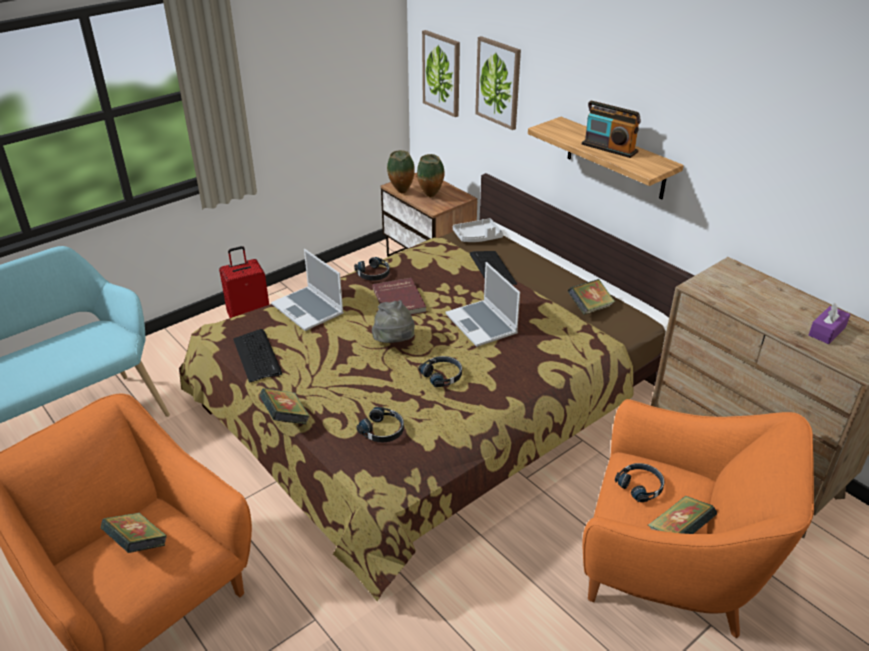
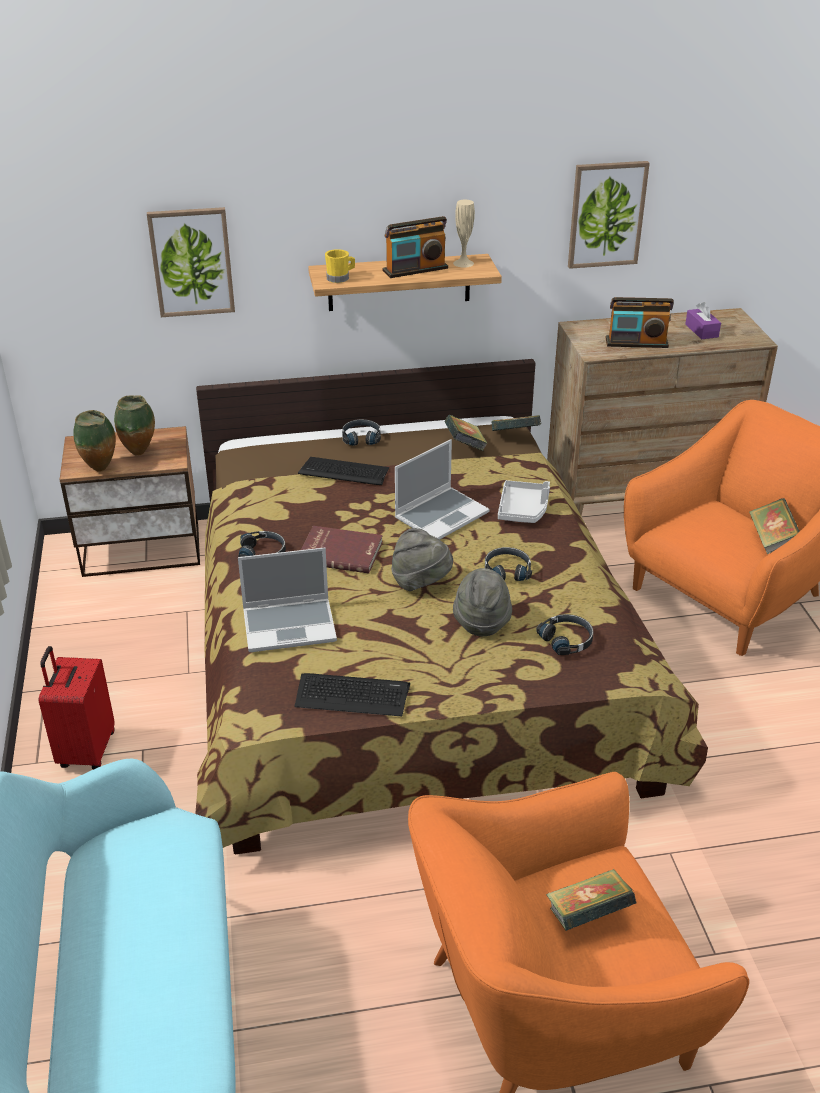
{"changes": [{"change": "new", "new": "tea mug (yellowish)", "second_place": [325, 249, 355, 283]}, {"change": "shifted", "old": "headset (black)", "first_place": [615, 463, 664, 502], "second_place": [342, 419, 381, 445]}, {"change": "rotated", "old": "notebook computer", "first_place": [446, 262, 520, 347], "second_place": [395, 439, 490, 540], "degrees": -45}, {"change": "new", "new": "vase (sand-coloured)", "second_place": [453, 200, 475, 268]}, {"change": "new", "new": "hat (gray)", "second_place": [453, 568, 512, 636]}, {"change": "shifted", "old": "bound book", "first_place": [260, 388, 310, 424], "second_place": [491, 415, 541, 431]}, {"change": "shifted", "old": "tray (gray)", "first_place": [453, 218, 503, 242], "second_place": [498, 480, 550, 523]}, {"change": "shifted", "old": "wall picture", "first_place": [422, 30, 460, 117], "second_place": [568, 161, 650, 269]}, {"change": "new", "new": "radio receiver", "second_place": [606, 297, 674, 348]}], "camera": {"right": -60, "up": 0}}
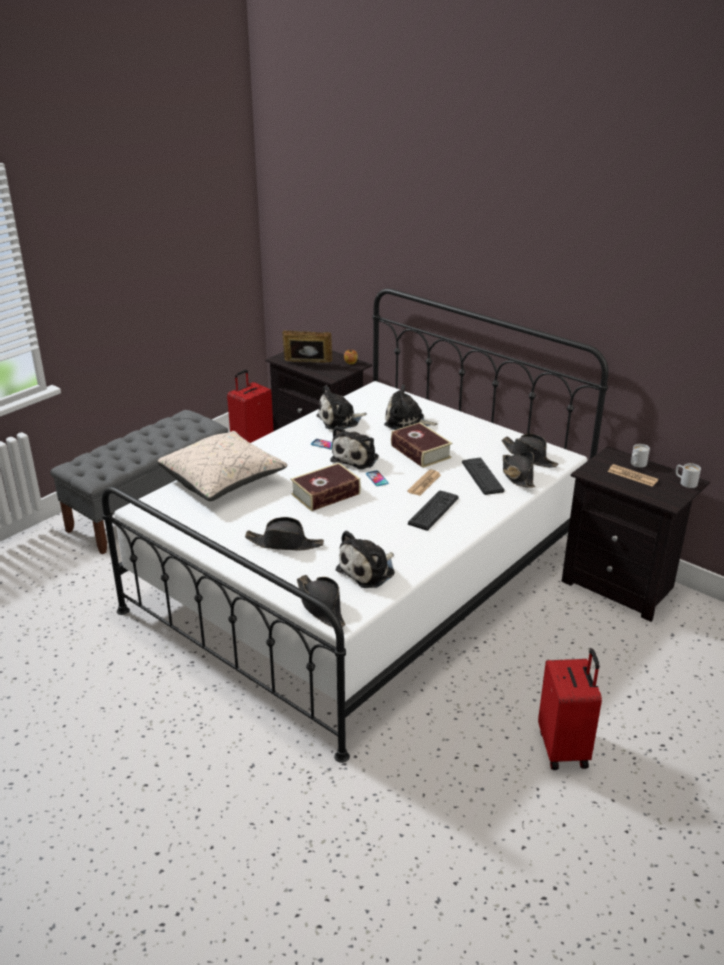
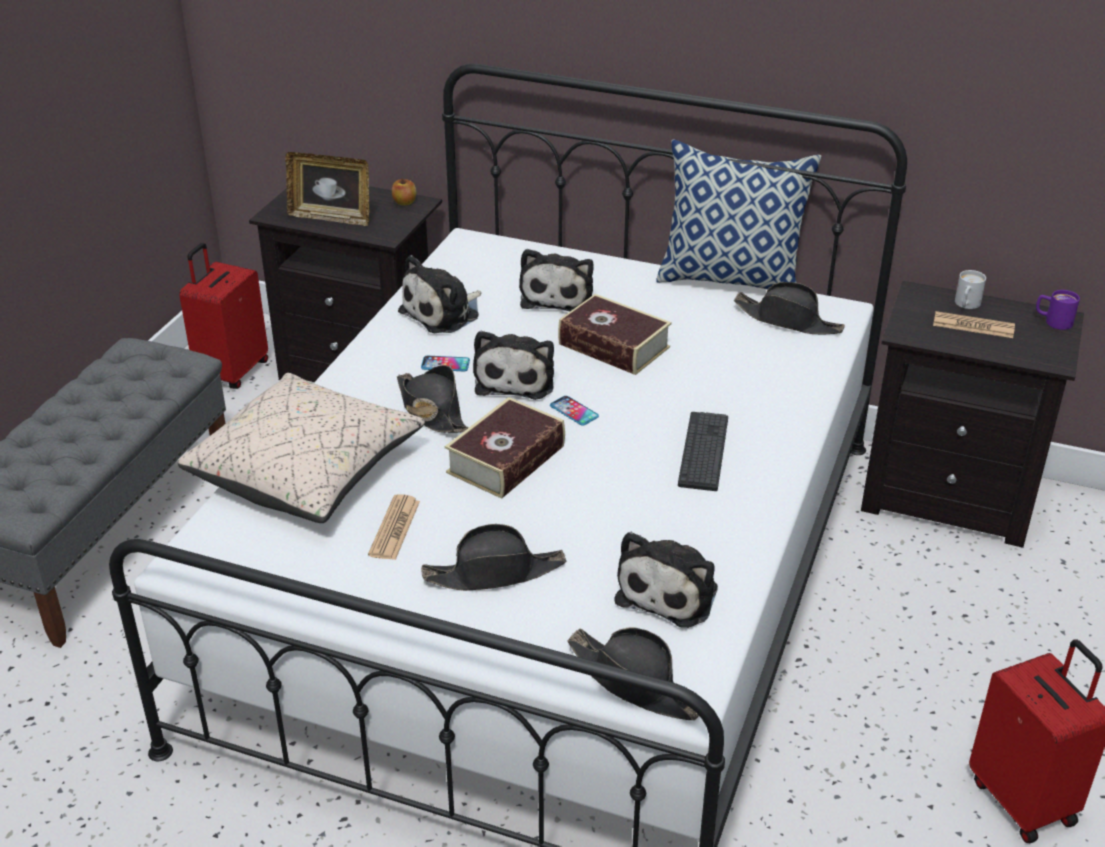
{"changes": [{"change": "rotated", "old": "picture frame", "first_place": [283, 330, 332, 363], "second_place": [285, 152, 369, 226], "degrees": -150}, {"change": "shifted", "old": "printed paper", "first_place": [407, 470, 441, 496], "second_place": [368, 494, 420, 560]}, {"change": "shifted", "old": "hat (black)", "first_place": [503, 452, 536, 488], "second_place": [397, 365, 469, 433]}, {"change": "rotated", "old": "soft toy", "first_place": [384, 385, 438, 430], "second_place": [519, 249, 593, 311], "degrees": -75}, {"change": "new", "new": "pillow", "second_place": [656, 139, 822, 289]}, {"change": "repainted", "old": "tea mug (white)", "new": "tea mug (purple)", "first_place": [676, 463, 701, 488], "second_place": [1036, 290, 1080, 330]}, {"change": "gone", "old": "keyboard", "first_place": [462, 458, 504, 495]}], "camera": {"right": -20, "up": 5}}
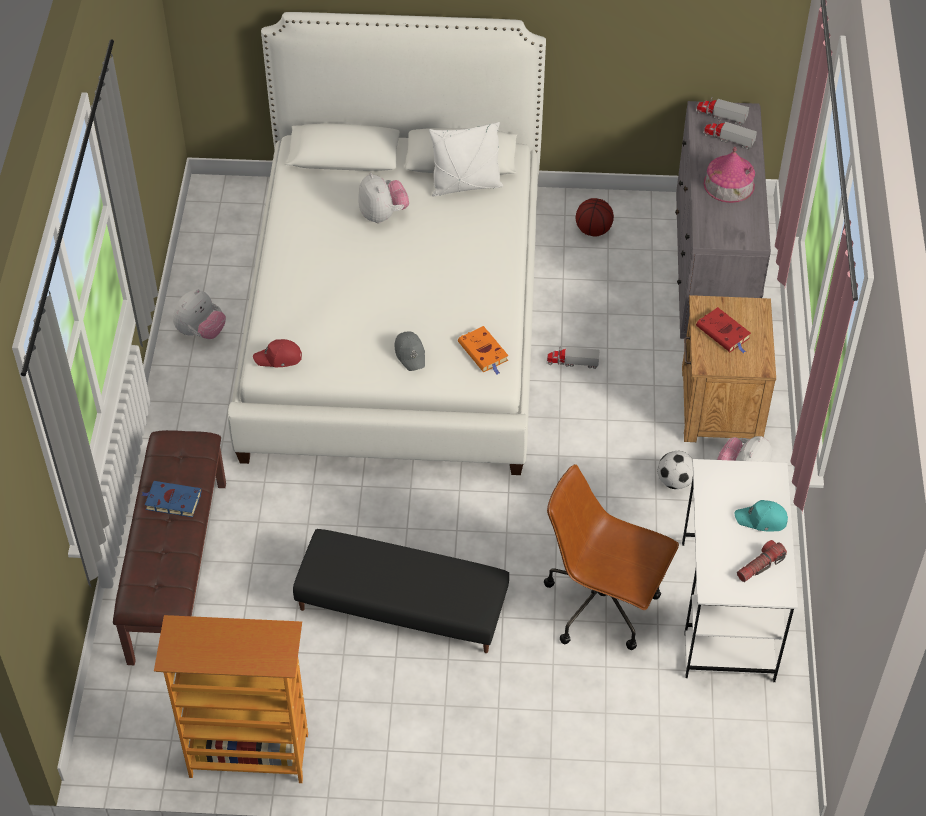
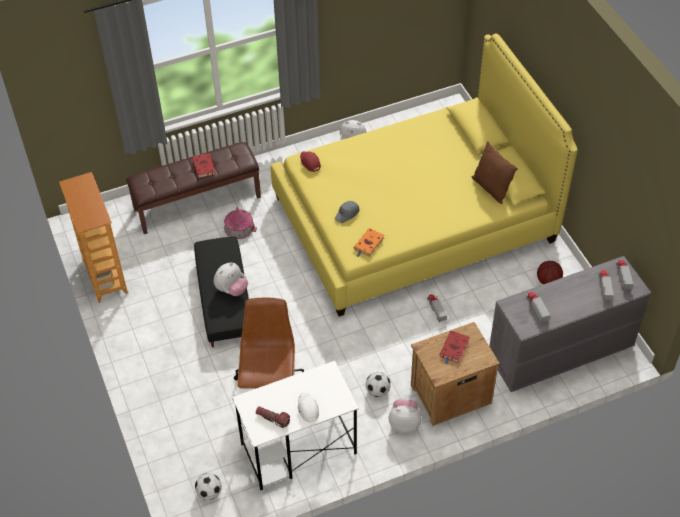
{"changes": [{"change": "repainted", "old": "bound book (blue)", "new": "bound book (reddish)", "first_place": [141, 481, 201, 517], "second_place": [193, 153, 215, 178]}, {"change": "new", "new": "football", "second_place": [195, 473, 222, 500]}, {"change": "shifted", "old": "soft toy", "first_place": [359, 173, 409, 223], "second_place": [214, 262, 248, 296]}, {"change": "shifted", "old": "miniature house", "first_place": [704, 147, 755, 203], "second_place": [224, 207, 257, 239]}, {"change": "repainted", "old": "bed (white)", "new": "bed (yellowish)", "first_place": [228, 12, 546, 475], "second_place": [271, 33, 578, 317]}, {"change": "repainted", "old": "peaked cap (blue-green)", "new": "peaked cap (white)", "first_place": [735, 500, 788, 531], "second_place": [298, 392, 319, 422]}, {"change": "repainted", "old": "pillow (white)", "new": "pillow (brown)", "first_place": [429, 122, 503, 196], "second_place": [472, 141, 518, 204]}, {"change": "new", "new": "toy truck", "second_place": [526, 292, 550, 323]}], "camera": {"right": 65, "up": 0}}
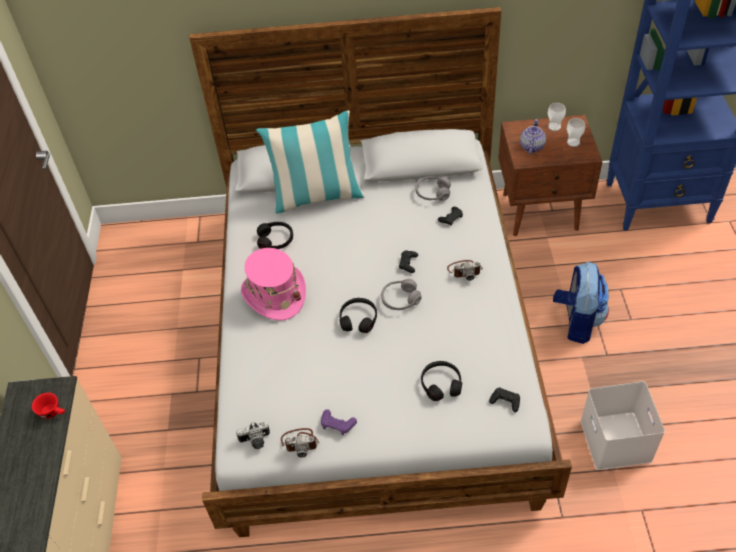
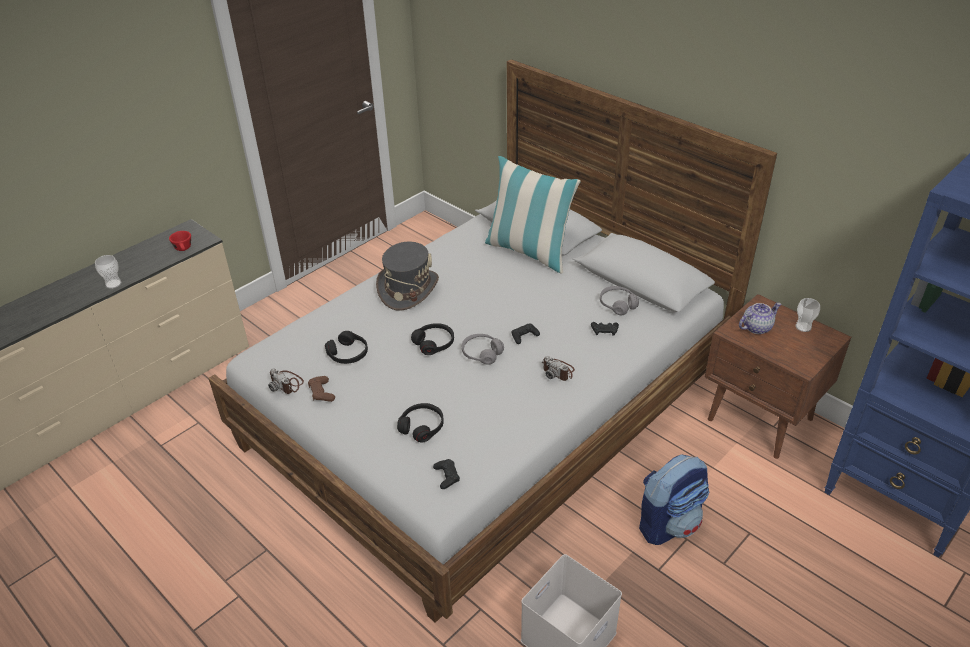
{"changes": [{"change": "shifted", "old": "small cup", "first_place": [567, 118, 585, 147], "second_place": [95, 255, 121, 289]}, {"change": "repainted", "old": "joypad (purple)", "new": "joypad (brown)", "first_place": [321, 409, 357, 435], "second_place": [308, 376, 335, 402]}, {"change": "shifted", "old": "headset (black)", "first_place": [257, 222, 293, 249], "second_place": [325, 331, 368, 364]}, {"change": "repainted", "old": "hat (pinkish)", "new": "hat (gray)", "first_place": [241, 248, 306, 320], "second_place": [376, 241, 439, 311]}, {"change": "gone", "old": "still camera", "first_place": [236, 422, 270, 449]}], "camera": {"right": 45, "up": -10}}
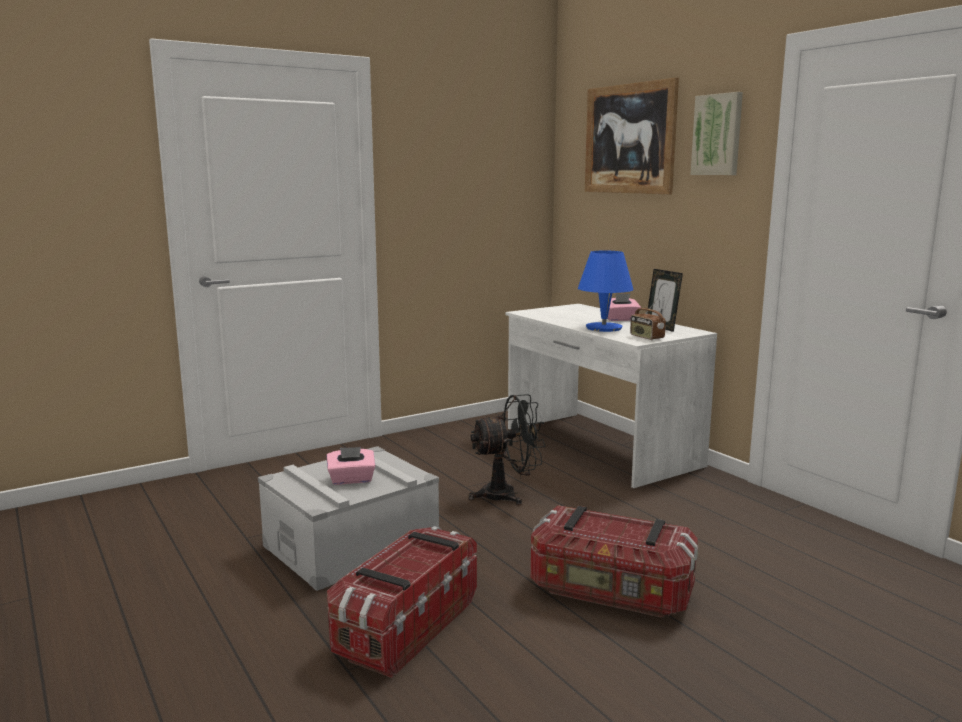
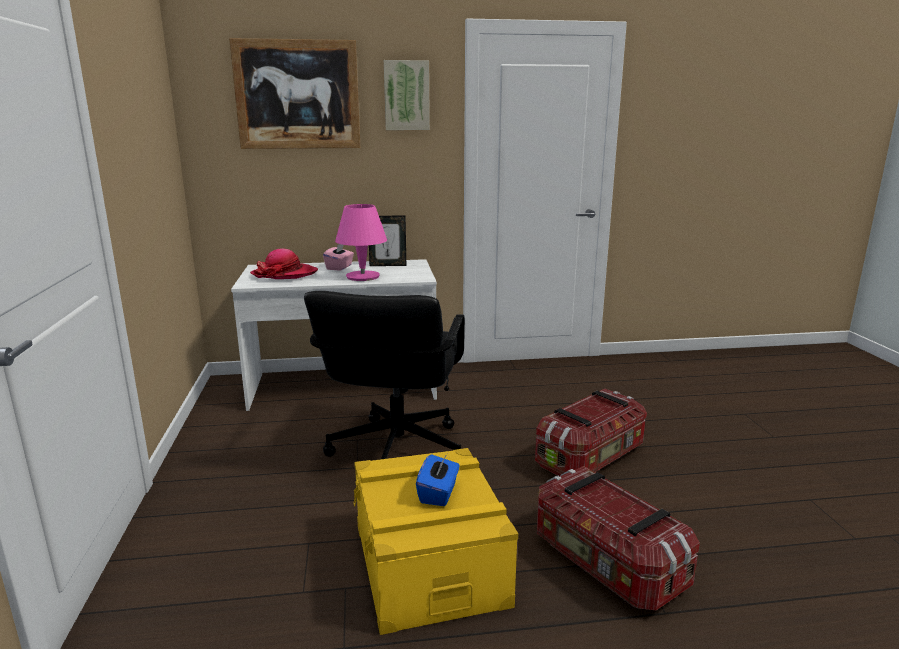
{"changes": [{"change": "new", "new": "hat", "second_place": [250, 248, 318, 279]}, {"change": "swapped", "old": "electric fan (black)", "new": "office chair (black)", "first_place": [469, 394, 545, 505], "second_place": [304, 291, 465, 459]}, {"change": "repainted", "old": "table lamp (blue)", "new": "table lamp (pinkish)", "first_place": [578, 251, 634, 332], "second_place": [335, 204, 387, 281]}, {"change": "repainted", "old": "storage container (gray)", "new": "storage container (yellowish)", "first_place": [258, 446, 439, 591], "second_place": [354, 448, 518, 635]}, {"change": "repainted", "old": "tissue holder (pinkish)", "new": "tissue holder (blue)", "first_place": [327, 447, 375, 485], "second_place": [416, 454, 460, 506]}, {"change": "gone", "old": "radio receiver", "first_place": [630, 298, 666, 340]}], "camera": {"right": -65, "up": 5}}
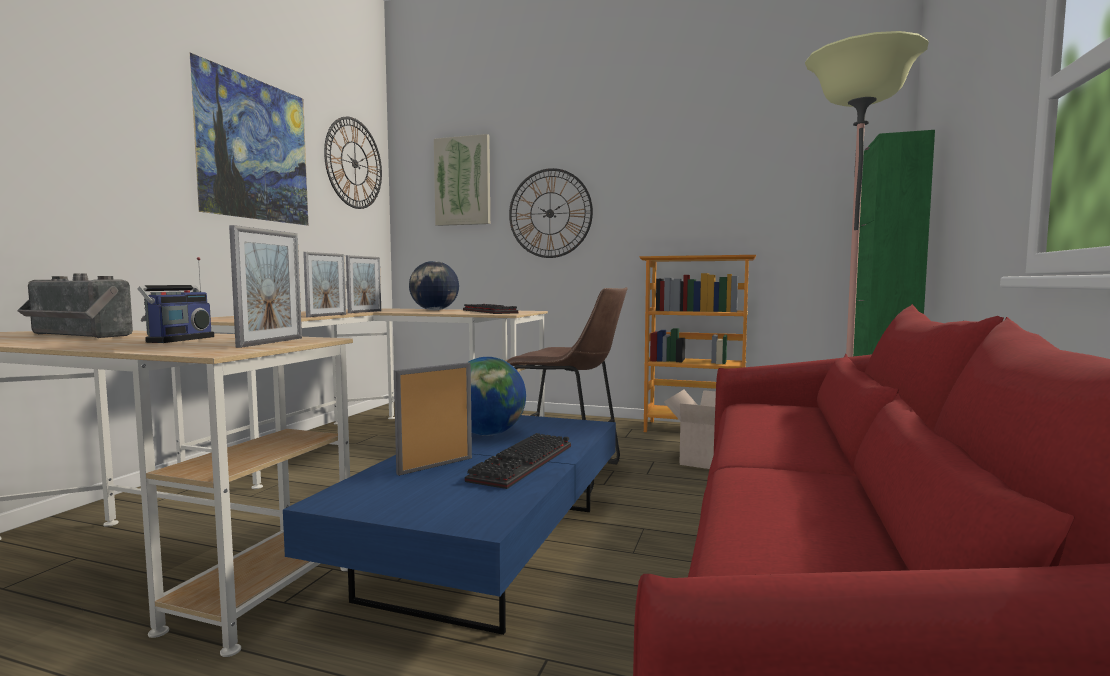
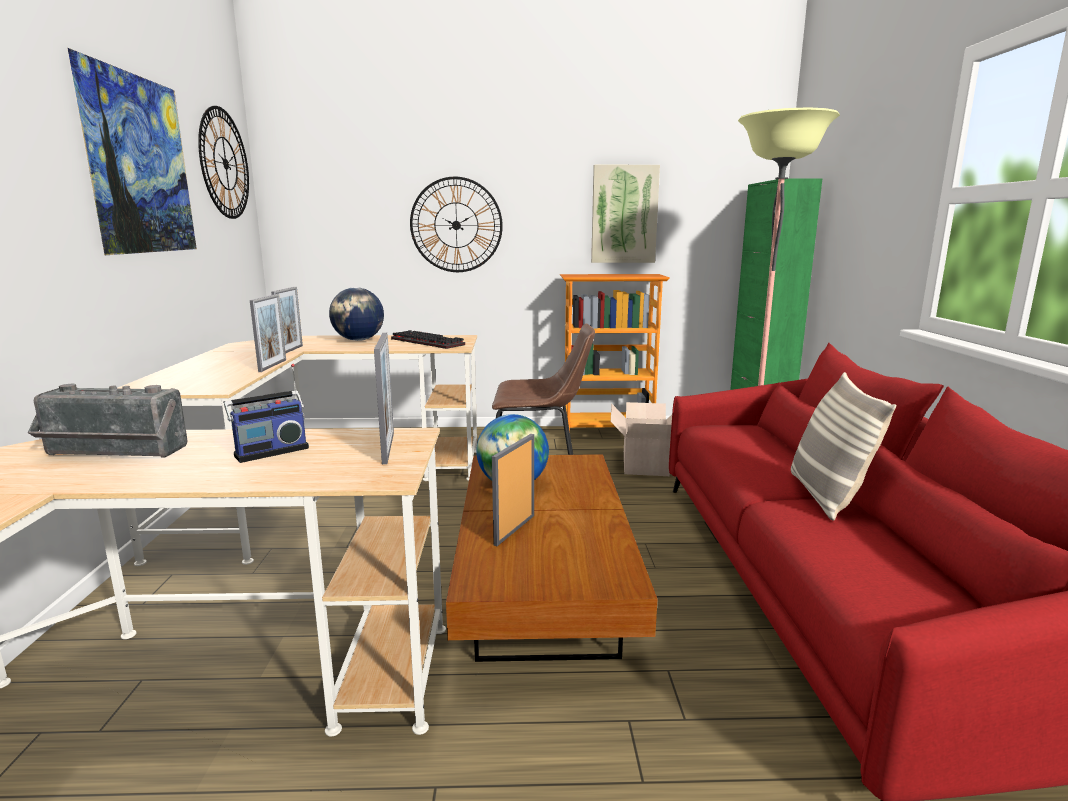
{"changes": [{"change": "rotated", "old": "radio receiver", "first_place": [138, 257, 214, 343], "second_place": [224, 364, 309, 463], "degrees": 60}, {"change": "repainted", "old": "lounge table (blue)", "new": "lounge table (brown)", "first_place": [283, 415, 616, 635], "second_place": [446, 454, 658, 662]}, {"change": "shifted", "old": "wall picture", "first_place": [434, 134, 490, 226], "second_place": [591, 165, 660, 263]}, {"change": "new", "new": "pillow", "second_place": [791, 372, 896, 521]}, {"change": "gone", "old": "keyboard", "first_place": [465, 433, 571, 489]}], "camera": {"right": -20, "up": 10}}
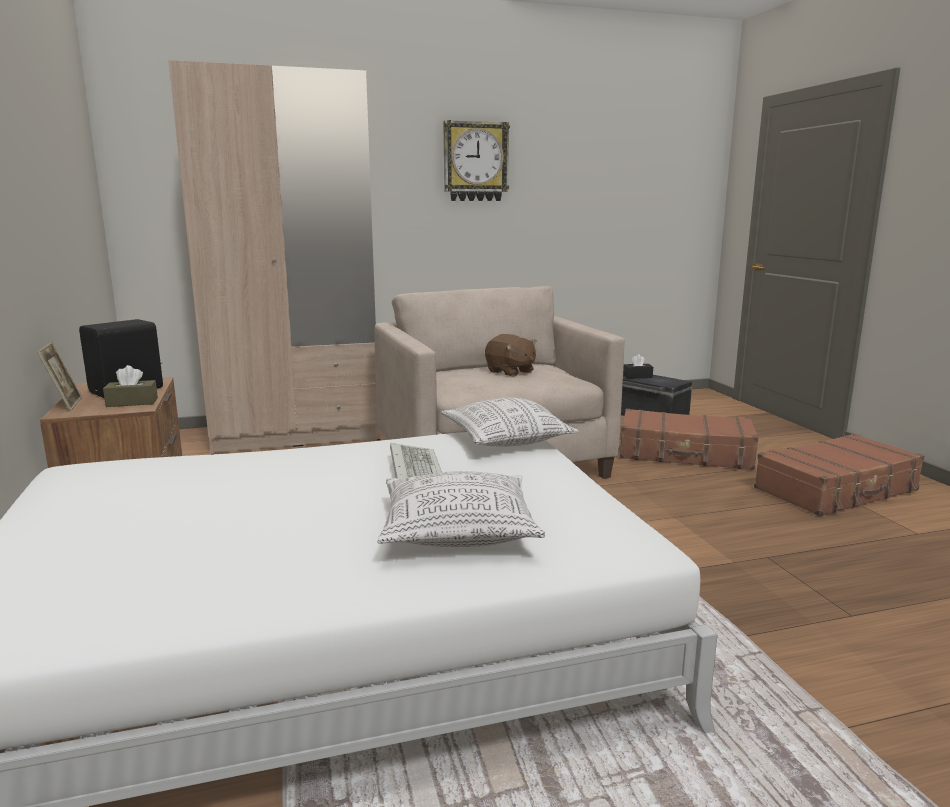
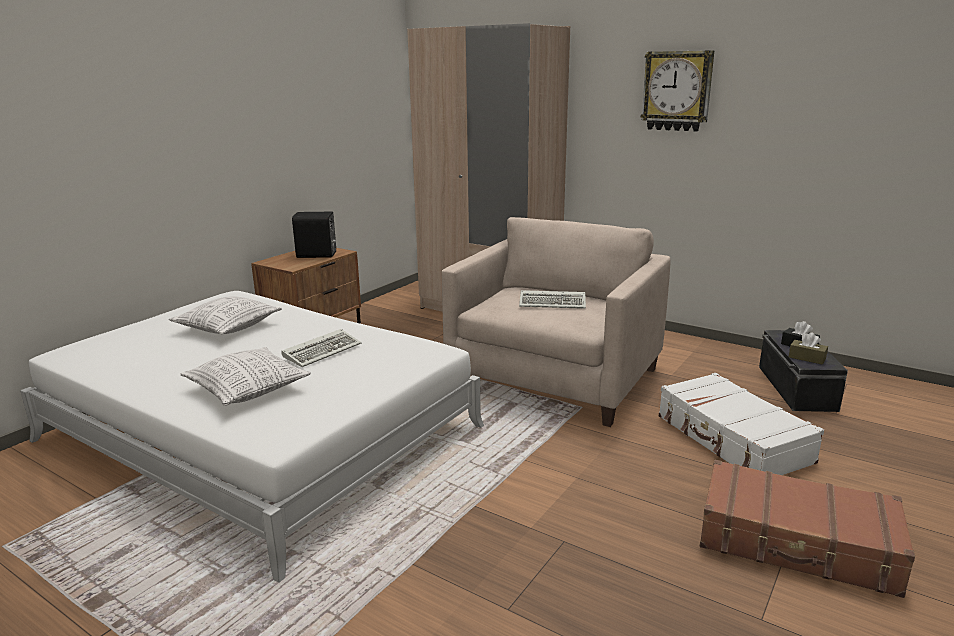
{"changes": [{"change": "shifted", "old": "pillow", "first_place": [441, 398, 579, 446], "second_place": [169, 296, 282, 334]}, {"change": "swapped", "old": "soft toy (brown)", "new": "keyboard", "first_place": [485, 334, 537, 376], "second_place": [519, 290, 586, 309]}, {"change": "repainted", "old": "travel case (brown)", "new": "travel case (white)", "first_place": [620, 409, 759, 470], "second_place": [659, 373, 824, 475]}, {"change": "shifted", "old": "tissue holder (brown)", "first_place": [103, 365, 158, 407], "second_place": [789, 333, 828, 364]}, {"change": "gone", "old": "picture frame", "first_place": [37, 342, 82, 411]}], "camera": {"right": 50, "up": 5}}
